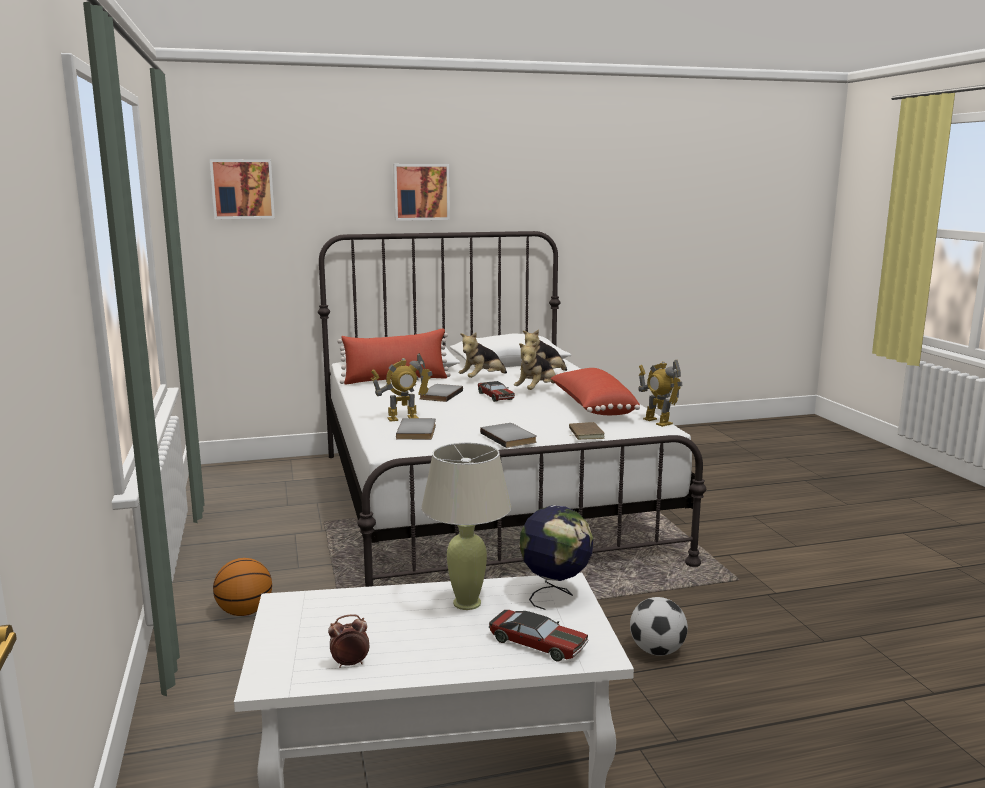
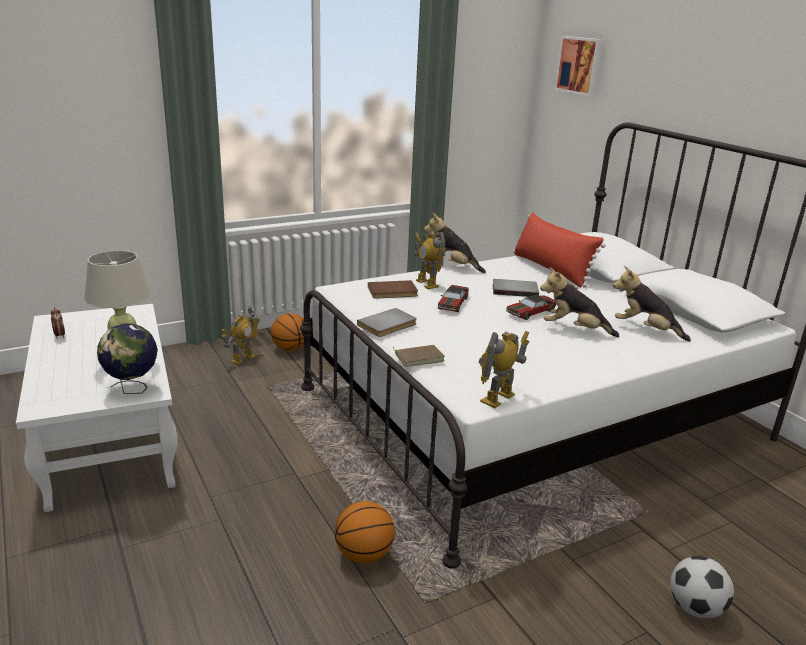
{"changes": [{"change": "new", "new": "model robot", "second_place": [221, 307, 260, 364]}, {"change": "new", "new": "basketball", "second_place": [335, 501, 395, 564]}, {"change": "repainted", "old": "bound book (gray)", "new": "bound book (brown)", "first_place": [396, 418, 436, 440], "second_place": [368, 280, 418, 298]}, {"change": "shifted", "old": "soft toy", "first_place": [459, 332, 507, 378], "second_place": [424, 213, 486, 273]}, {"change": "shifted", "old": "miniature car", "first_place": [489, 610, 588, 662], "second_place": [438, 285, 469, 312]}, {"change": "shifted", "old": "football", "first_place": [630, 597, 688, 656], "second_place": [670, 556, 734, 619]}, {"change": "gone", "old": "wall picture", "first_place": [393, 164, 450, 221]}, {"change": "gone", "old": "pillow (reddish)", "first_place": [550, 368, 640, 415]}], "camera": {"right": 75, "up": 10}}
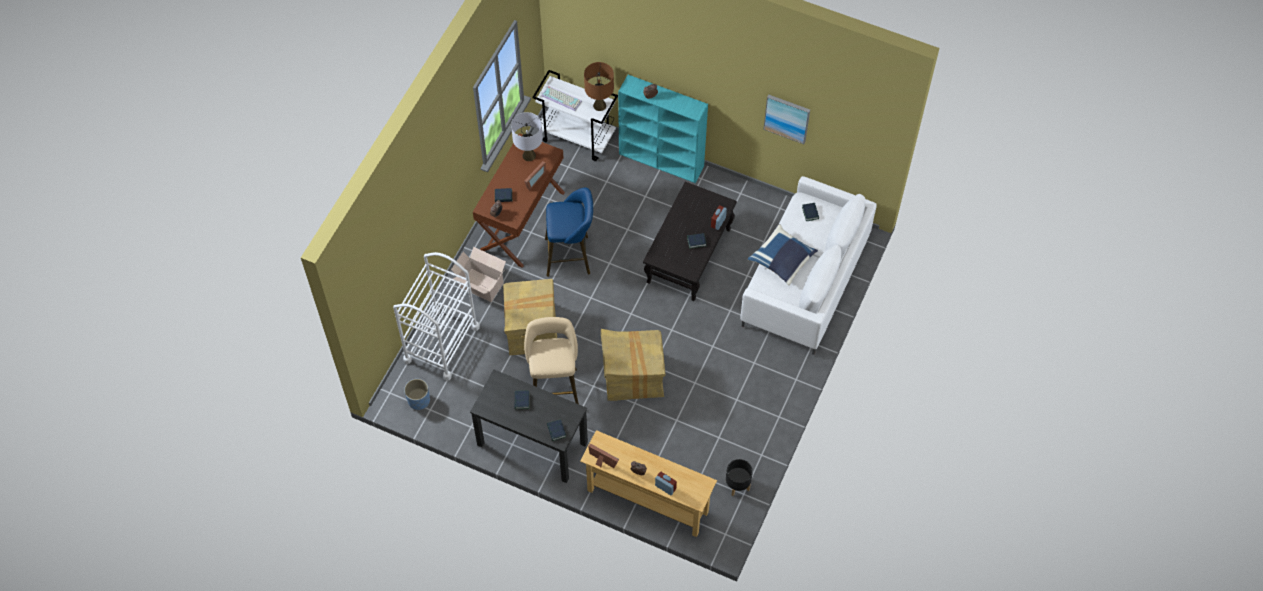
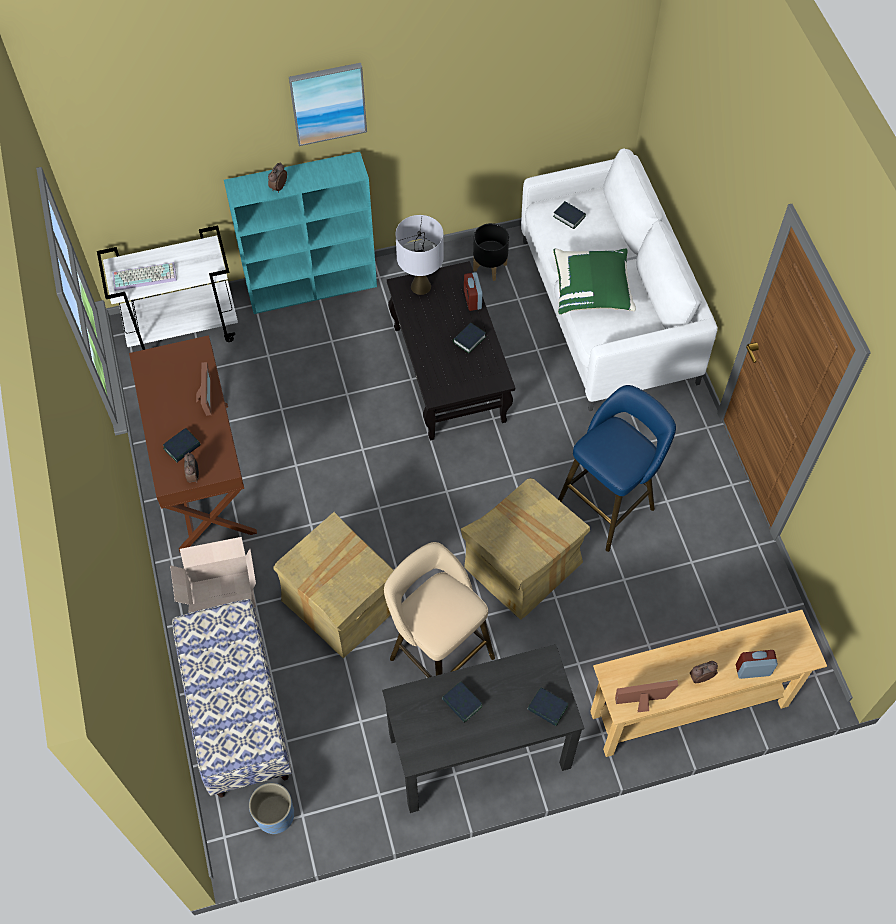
{"changes": [{"change": "swapped", "old": "cart (white)", "new": "long seat", "first_place": [393, 252, 480, 381], "second_place": [172, 599, 292, 798]}, {"change": "shifted", "old": "wall picture", "first_place": [763, 94, 810, 144], "second_place": [289, 63, 367, 146]}, {"change": "shifted", "old": "table lamp (gray)", "first_place": [511, 112, 543, 161], "second_place": [396, 215, 444, 295]}, {"change": "shifted", "old": "plant pot (black)", "first_place": [726, 459, 753, 496], "second_place": [473, 223, 509, 281]}, {"change": "repainted", "old": "pillow (blue)", "new": "pillow (green-coloured)", "first_place": [748, 224, 818, 285], "second_place": [553, 248, 636, 315]}, {"change": "shifted", "old": "stool seat (blue)", "first_place": [545, 188, 593, 277], "second_place": [558, 385, 676, 552]}, {"change": "gone", "old": "table lamp (brown)", "first_place": [584, 62, 614, 111]}], "camera": {"right": -40, "up": 0}}
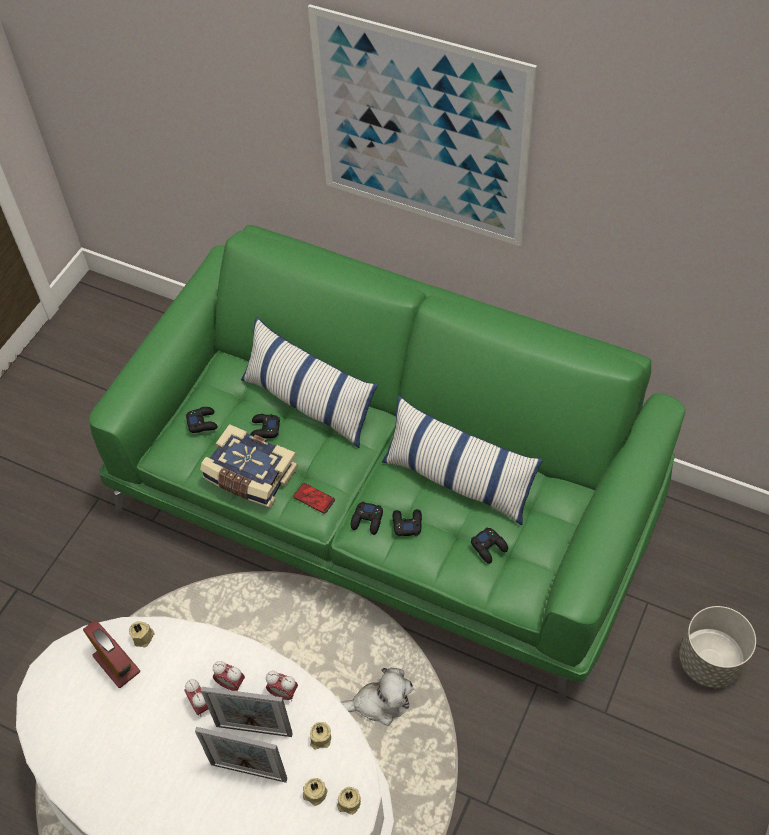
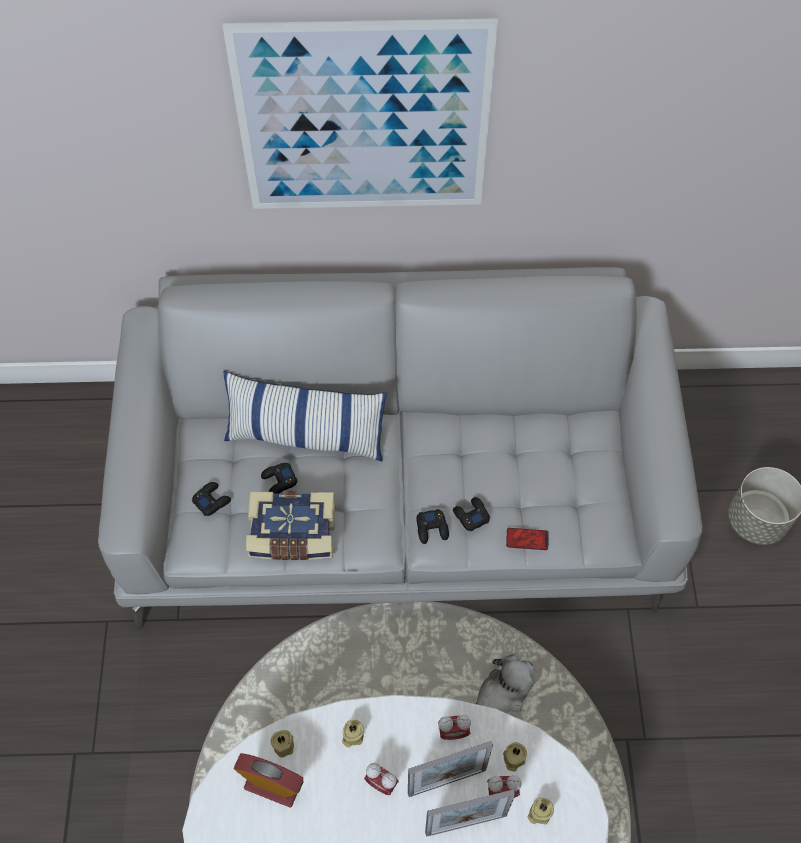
{"changes": [{"change": "repainted", "old": "sofa (green-coloured)", "new": "sofa (gray)", "first_place": [89, 225, 686, 700], "second_place": [98, 267, 702, 631]}, {"change": "shifted", "old": "wax candle (sand-coloured)", "first_place": [337, 787, 361, 815], "second_place": [342, 720, 364, 747]}, {"change": "shifted", "old": "bedside clock", "first_place": [213, 661, 245, 691], "second_place": [487, 775, 521, 798]}, {"change": "shifted", "old": "telephone", "first_place": [293, 483, 335, 514], "second_place": [506, 528, 549, 550]}, {"change": "gone", "old": "pillow", "first_place": [382, 396, 543, 525]}, {"change": "gone", "old": "joypad (black)", "first_place": [471, 528, 508, 564]}], "camera": {"right": -30, "up": 5}}
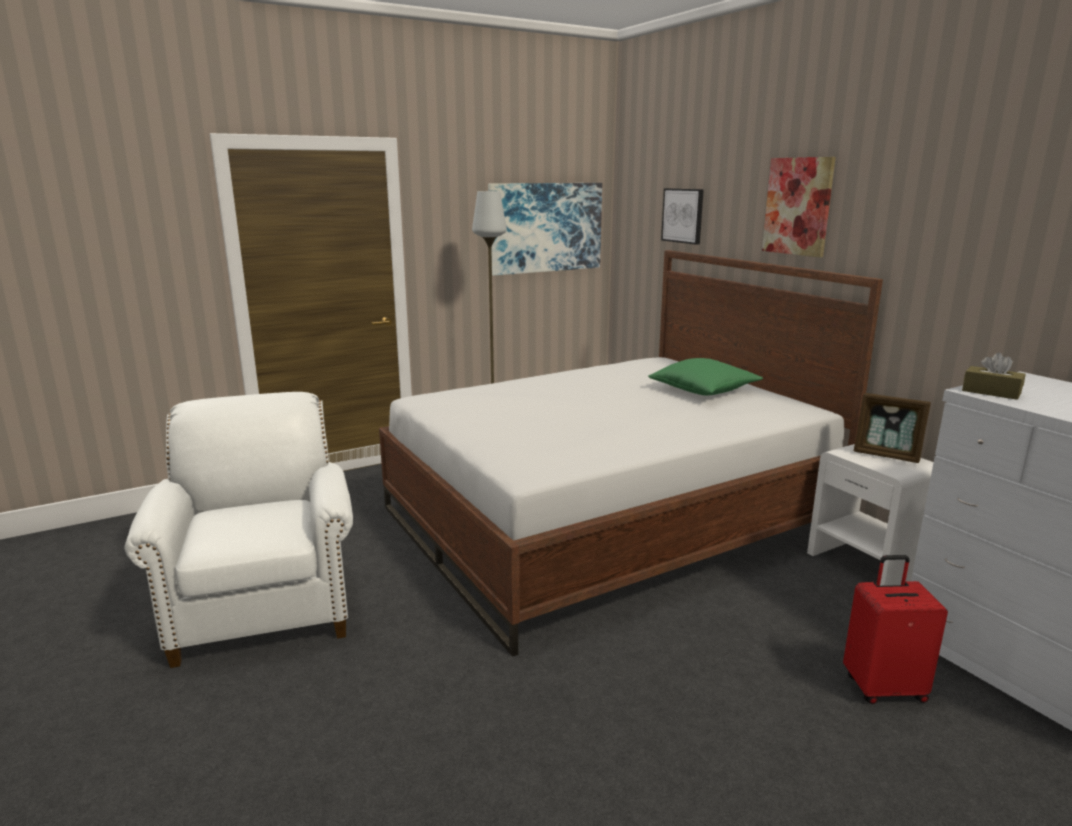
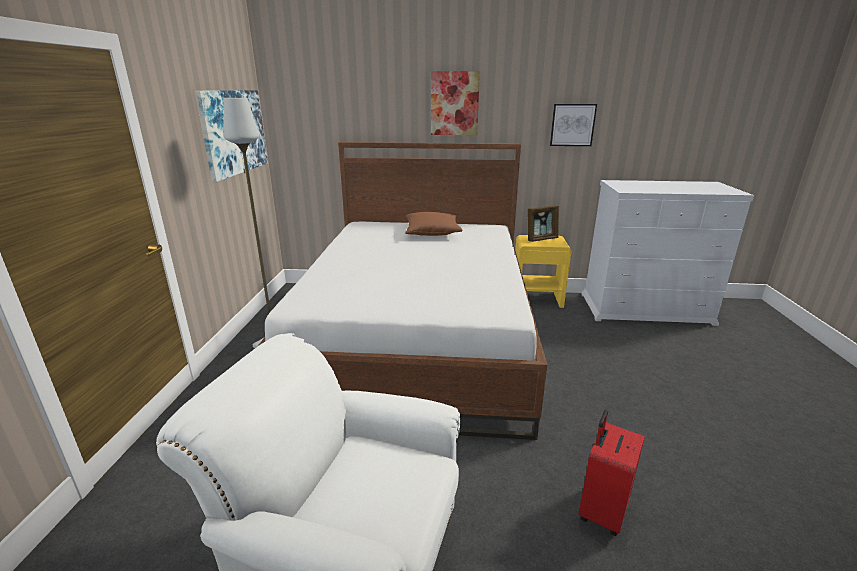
{"changes": [{"change": "repainted", "old": "pillow (green-coloured)", "new": "pillow (brown)", "first_place": [648, 358, 763, 396], "second_place": [405, 212, 463, 236]}, {"change": "repainted", "old": "bedside table (white)", "new": "bedside table (yellowish)", "first_place": [807, 444, 934, 586], "second_place": [515, 235, 571, 308]}, {"change": "shifted", "old": "wall picture", "first_place": [661, 188, 704, 245], "second_place": [550, 104, 597, 146]}, {"change": "shifted", "old": "travel case (reddish)", "first_place": [843, 555, 948, 704], "second_place": [578, 410, 645, 536]}, {"change": "gone", "old": "tissue holder (brown)", "first_place": [962, 352, 1026, 400]}], "camera": {"right": -55, "up": 5}}
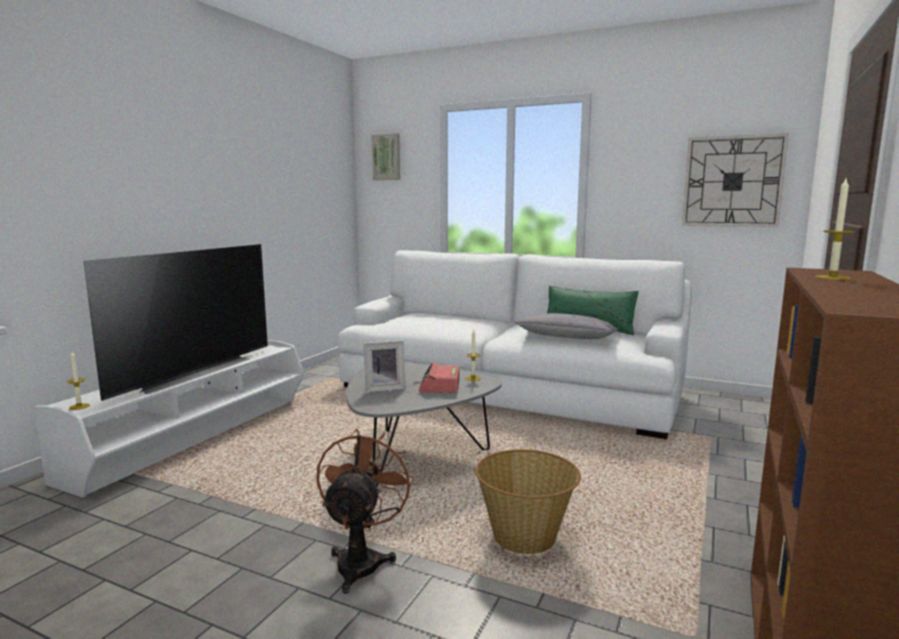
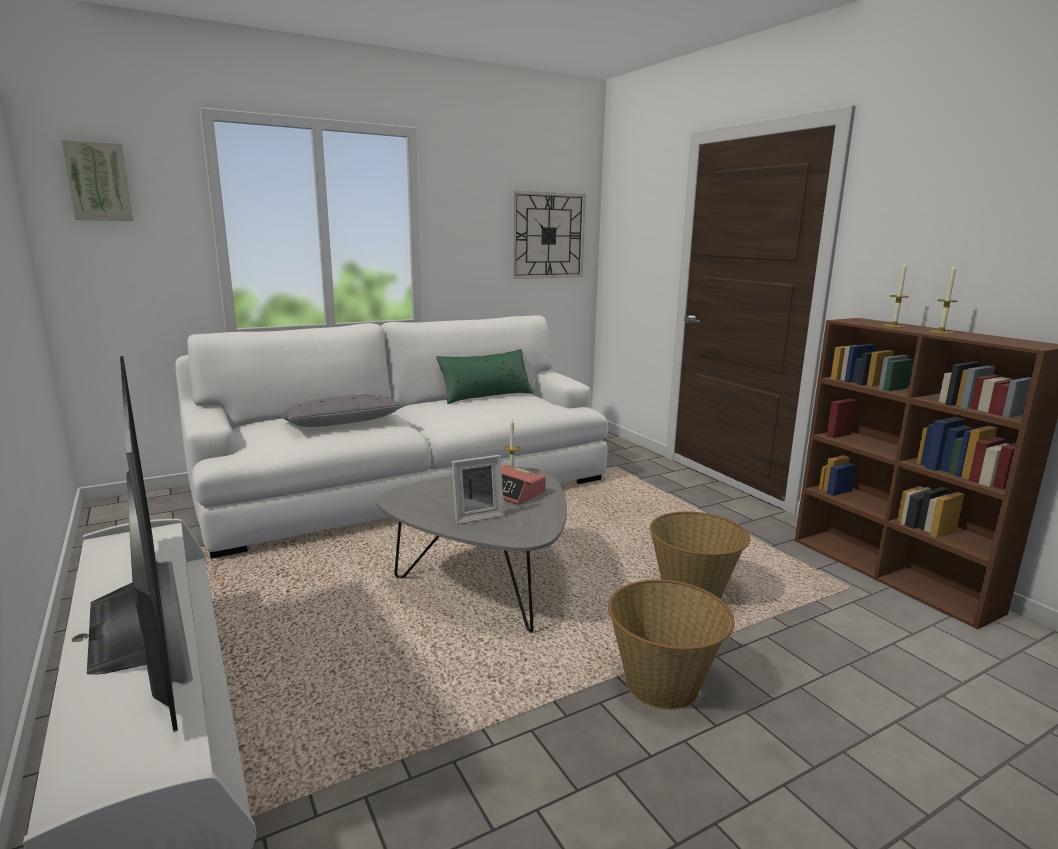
{"changes": [{"change": "shifted", "old": "pillow (gray)", "first_place": [514, 313, 619, 339], "second_place": [277, 394, 405, 427]}, {"change": "rotated", "old": "picture frame", "first_place": [363, 340, 406, 392], "second_place": [451, 455, 504, 524], "degrees": 45}, {"change": "swapped", "old": "electric fan (brown)", "new": "storage basket", "first_place": [316, 429, 414, 594], "second_place": [608, 580, 735, 709]}, {"change": "shifted", "old": "wax candle", "first_place": [67, 351, 90, 410], "second_place": [930, 264, 958, 334]}], "camera": {"right": -55, "up": 5}}
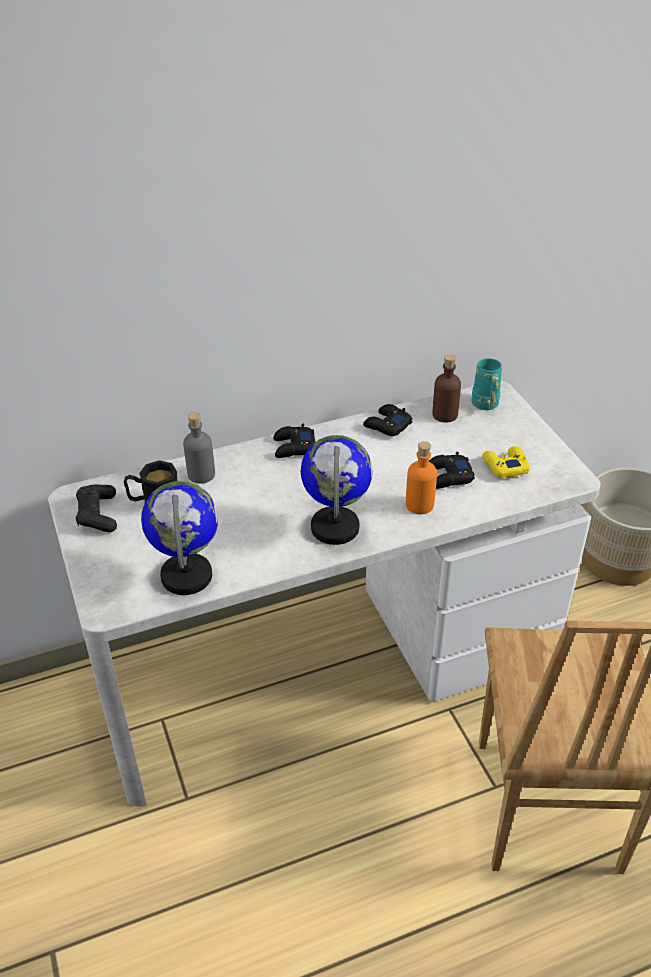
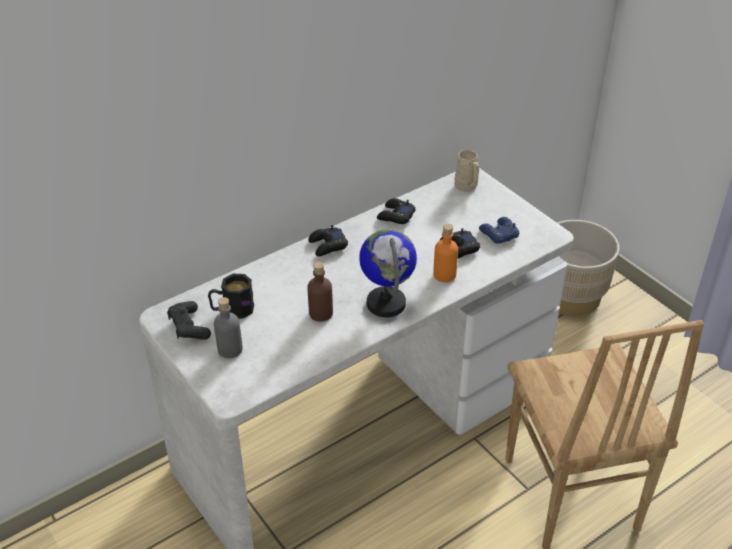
{"changes": [{"change": "shifted", "old": "beverage bottle (gray)", "first_place": [183, 412, 215, 484], "second_place": [214, 297, 243, 358]}, {"change": "shifted", "old": "beverage bottle (brown)", "first_place": [432, 354, 461, 423], "second_place": [307, 262, 333, 322]}, {"change": "repainted", "old": "tea mug (blue-green)", "new": "tea mug (sand-coloured)", "first_place": [471, 358, 502, 410], "second_place": [454, 150, 479, 192]}, {"change": "repainted", "old": "joypad (yellowish)", "new": "joypad (blue)", "first_place": [482, 446, 530, 478], "second_place": [479, 217, 519, 244]}, {"change": "gone", "old": "world globe", "first_place": [141, 481, 218, 595]}], "camera": {"right": -15, "up": 0}}
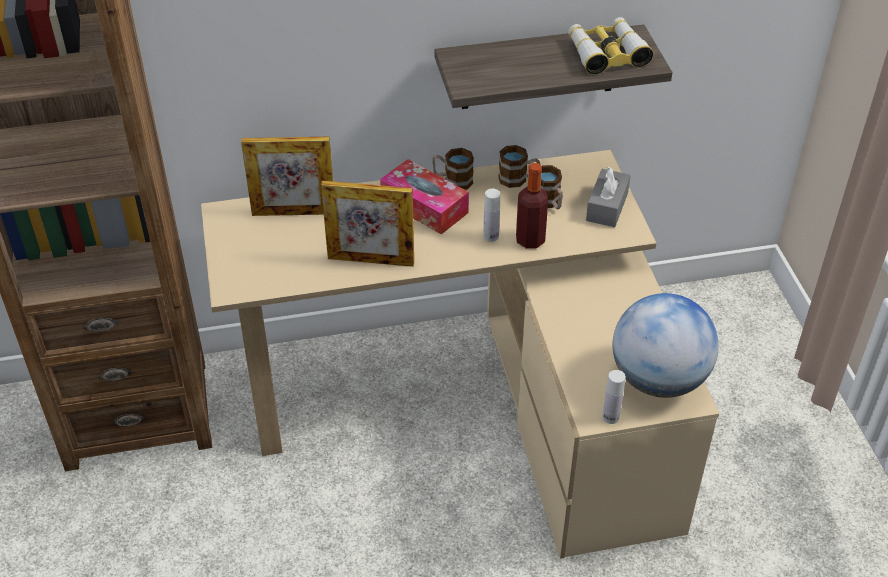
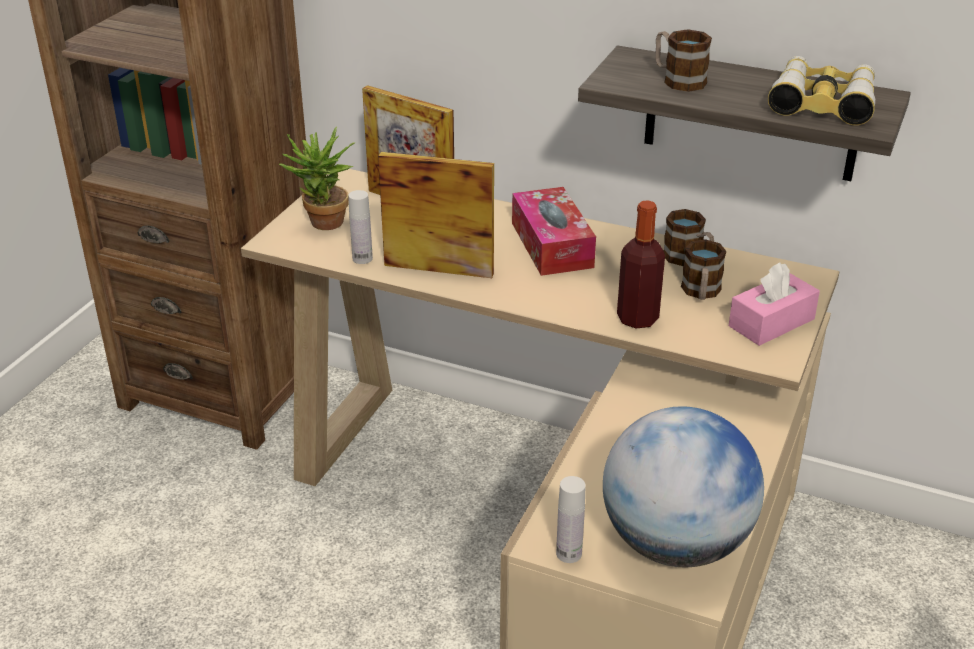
{"changes": [{"change": "new", "new": "potted plant", "second_place": [279, 127, 356, 230]}, {"change": "shifted", "old": "beverage bottle (white)", "first_place": [483, 188, 500, 242], "second_place": [348, 190, 373, 264]}, {"change": "rotated", "old": "picture frame", "first_place": [321, 181, 414, 267], "second_place": [378, 152, 494, 278], "degrees": 150}, {"change": "shifted", "old": "tea mug", "first_place": [432, 148, 474, 190], "second_place": [655, 29, 712, 92]}, {"change": "repainted", "old": "tissue holder (gray)", "new": "tissue holder (pinkish)", "first_place": [586, 167, 631, 227], "second_place": [729, 262, 820, 346]}], "camera": {"right": 35, "up": -10}}
